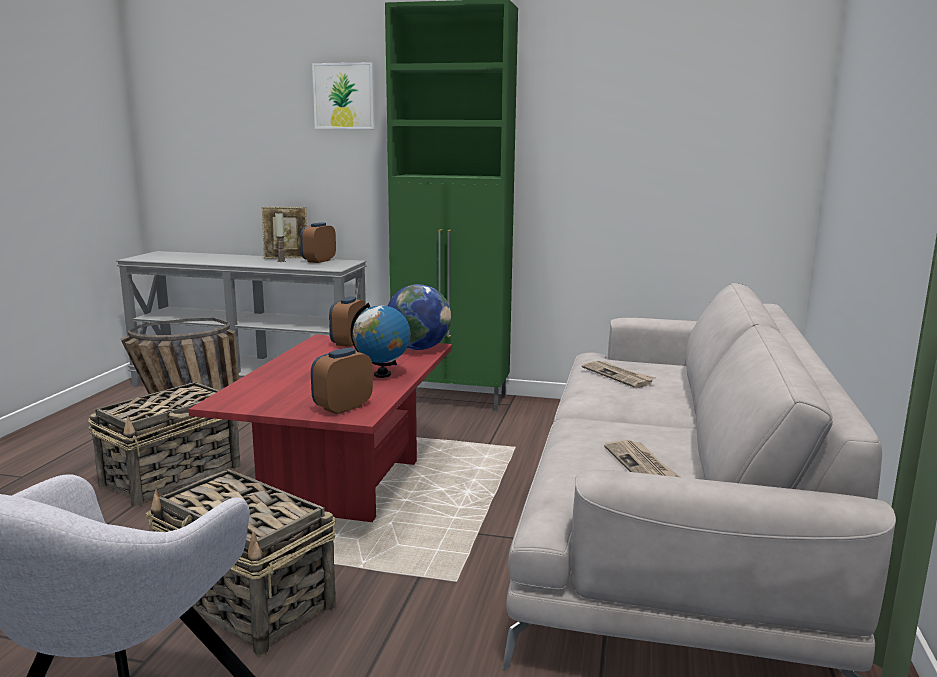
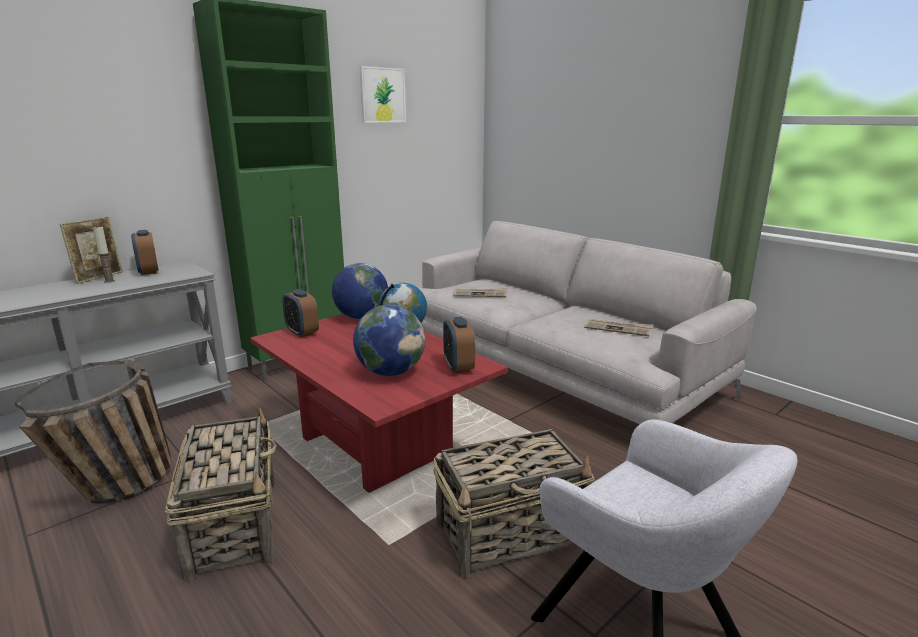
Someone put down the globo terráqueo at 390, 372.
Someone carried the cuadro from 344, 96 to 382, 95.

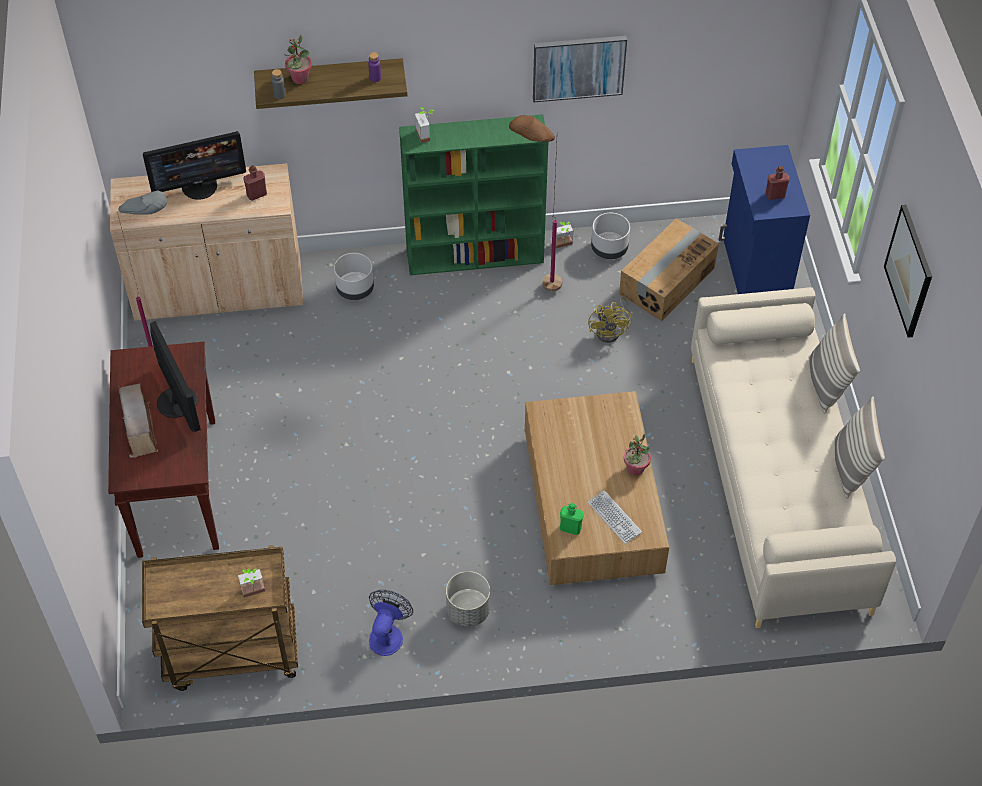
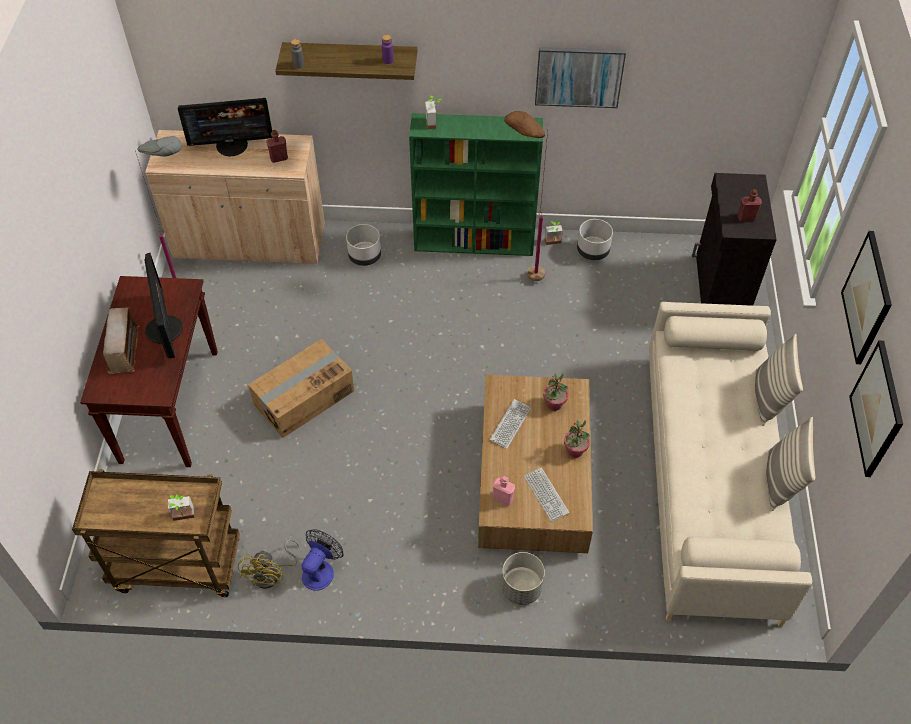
Someone put down the teclado at 510, 424.
Someone put up the cuadro at 877, 409.
Someone carried the planta en maceta from 300, 78 to 554, 404.
Someone carried the maceta (gris) from 468, 611 to 521, 588.
Someone carried the ventilador (amarillo) from 611, 331 to 272, 575.
Someone carried the caja de cartón from 666, 281 to 303, 397.
Someone repainted the botella (verde) at 570, 528, which became the botella (rosa) at 503, 498.
Someone repainted the armario (azul) at 754, 270, which became the armario (negro) at 719, 287.

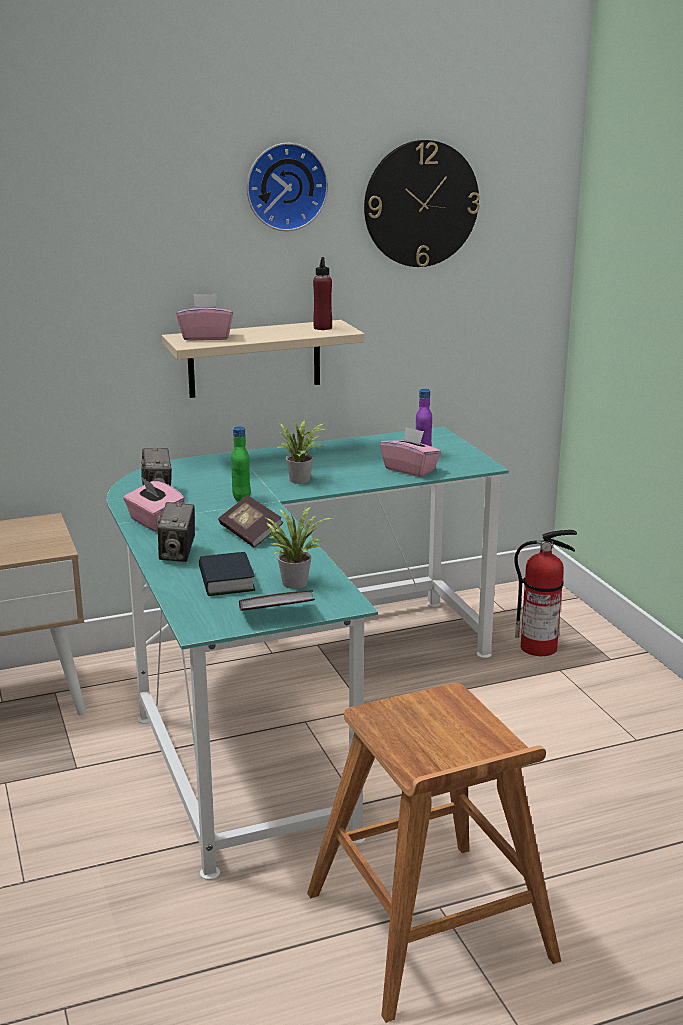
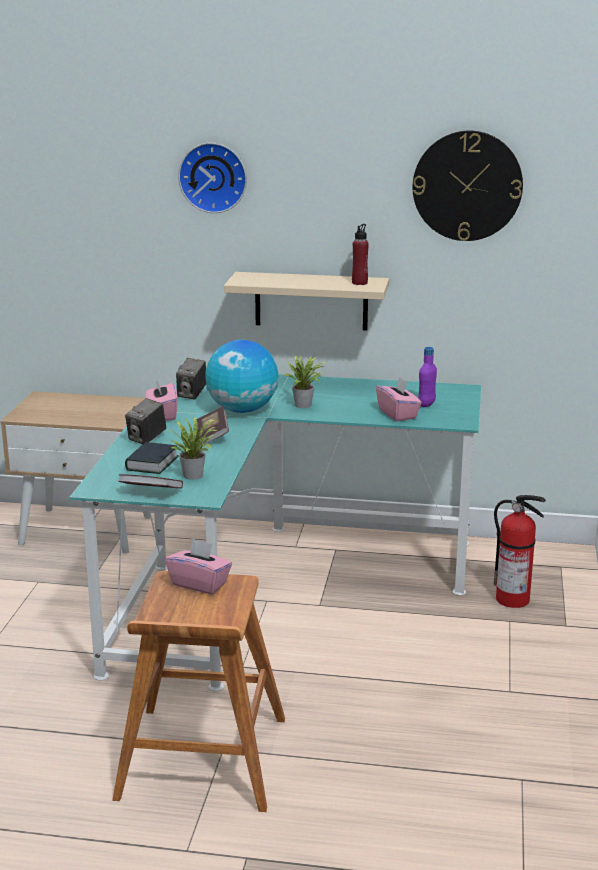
Someone carried the caja de pañuelos (rosa) from 206, 337 to 200, 584.
Someone carried the reloj de pared from 285, 186 to 213, 177.
Someone swapped the botella (verde) at 241, 499 for the globo terráqueo at 242, 410.

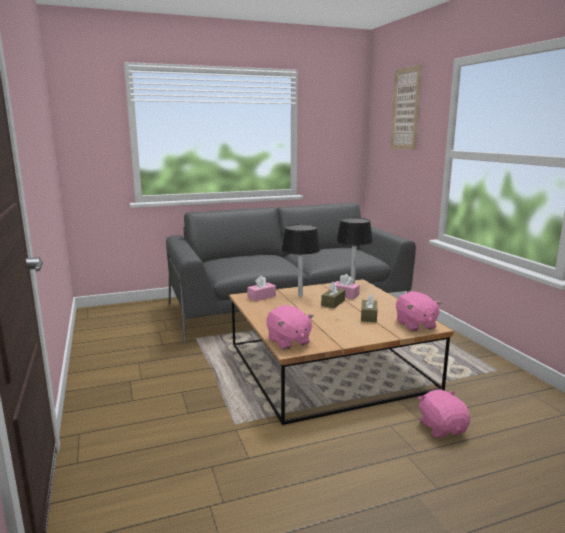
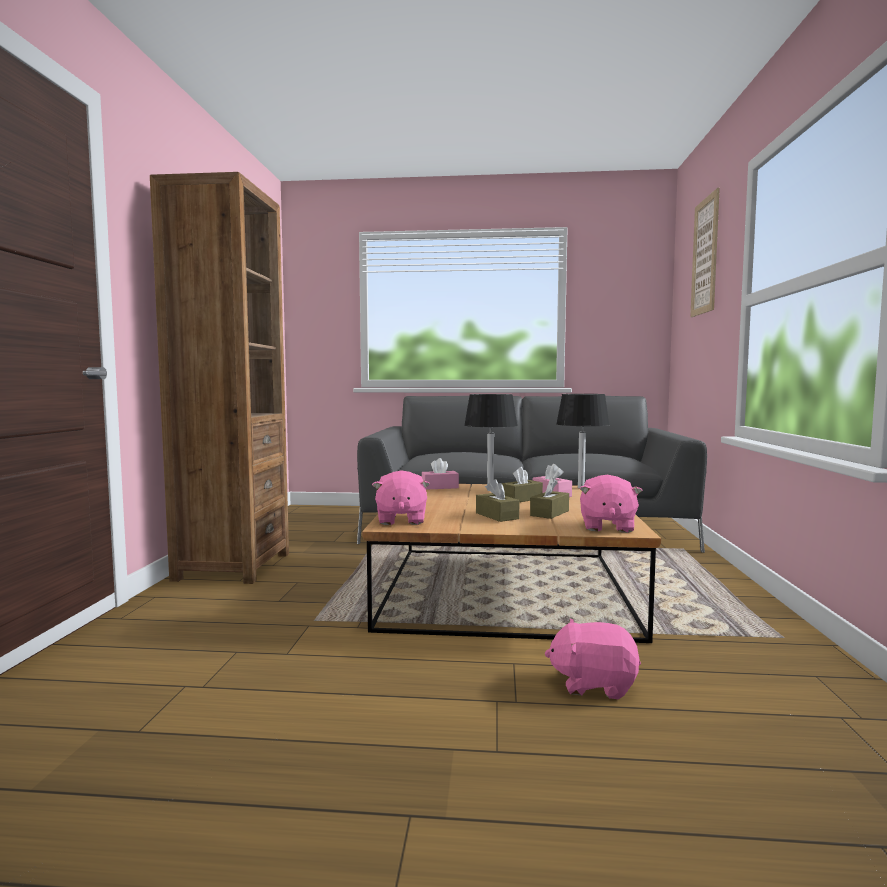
Someone put down the estantería (marrón) at 233, 566.
Someone put down the caja de pañuelos (marrón) at 497, 516.
Someone rotated the peluche (rosa) at 442, 428 by 90 degrees counterclockwise.

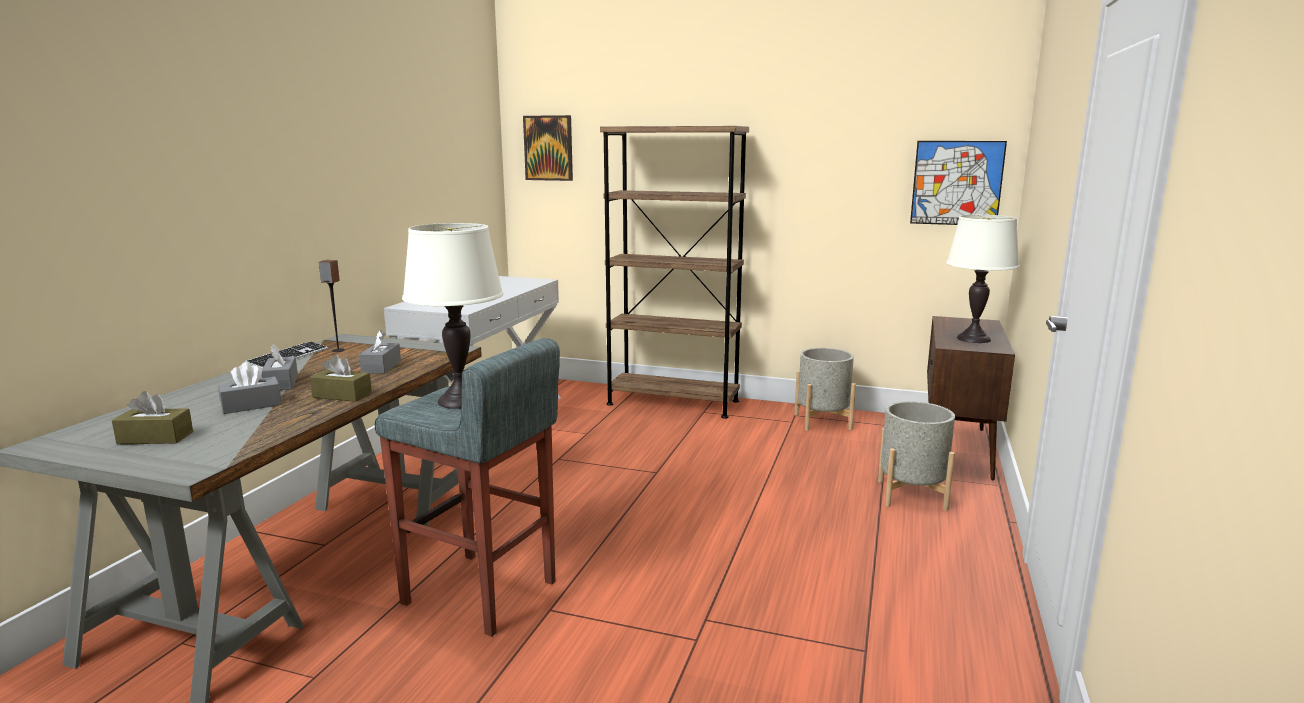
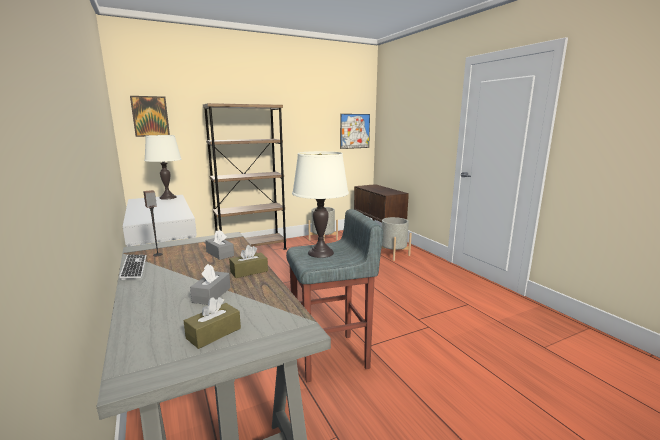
Someone took away the caja de pañuelos (gris) at 281, 383.
Someone carried the lámpara de mesa (blanco) from 973, 339 to 168, 197.

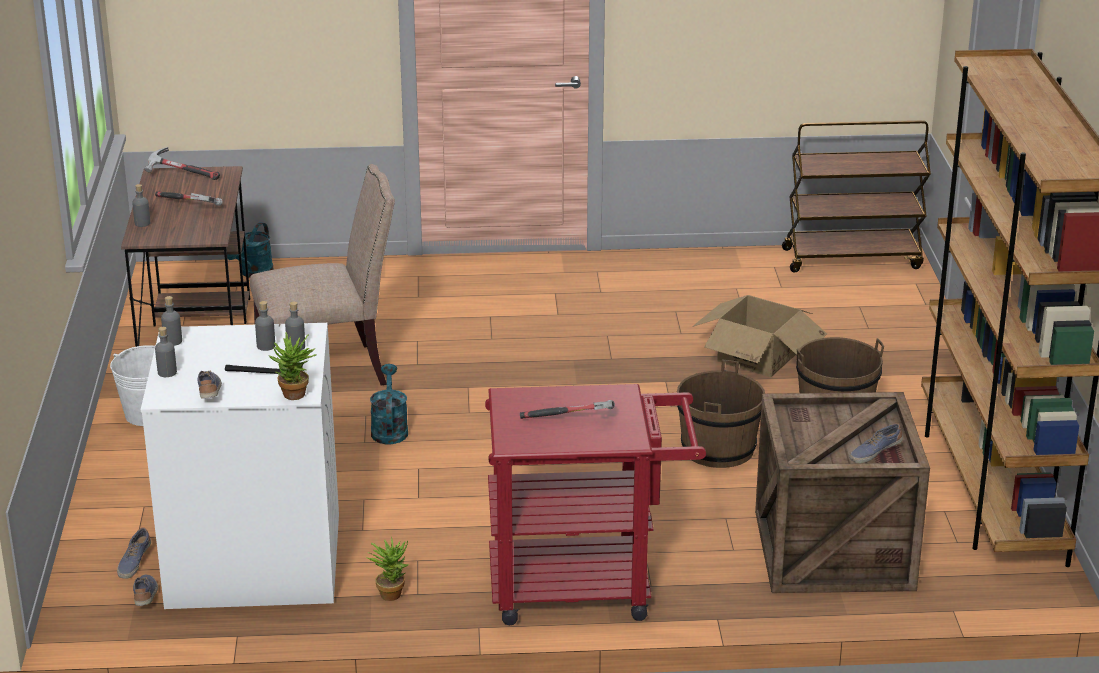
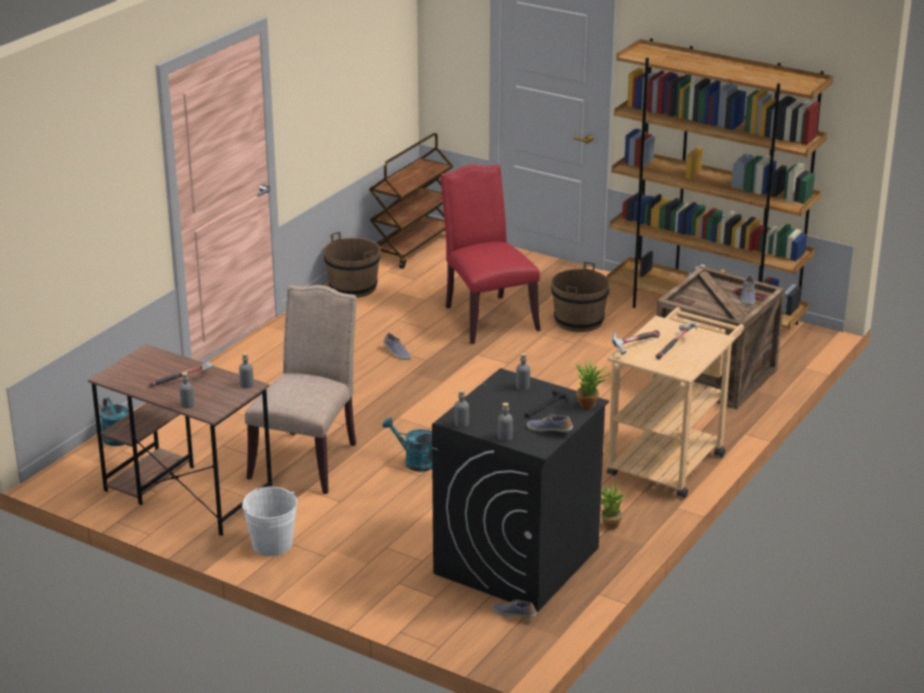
Someone carried the zapato from 134, 562 to 396, 353.
Someone carried the martillo from 182, 175 to 634, 346.
Someone carried the botella (gris) from 266, 346 to 246, 385.
Someone carried the cubo (marrón) from 718, 449 to 353, 288.
Someone swapped the caja de cartón at 758, 357 for the silla (rojo) at 487, 317.
Someone repainted the lavadora (blanco) at 253, 560, which became the lavadora (negro) at 517, 561.
Someone repainted the carrito (rojo) at 587, 585, which became the carrito (beis) at 670, 459.

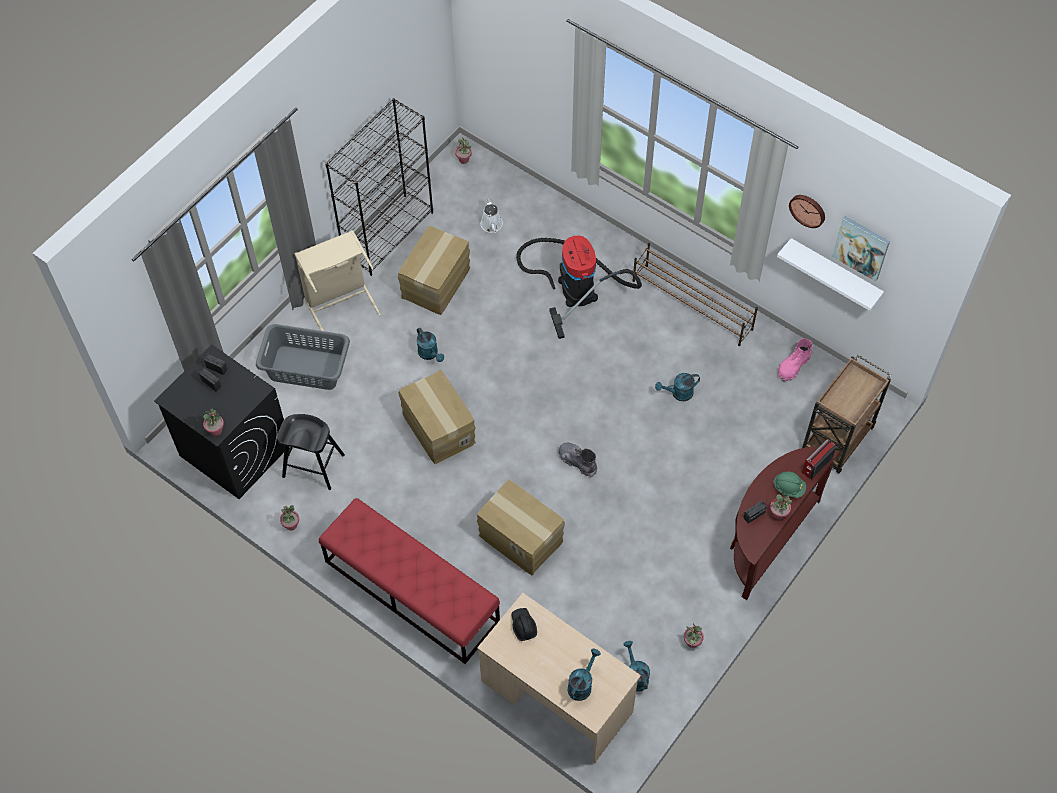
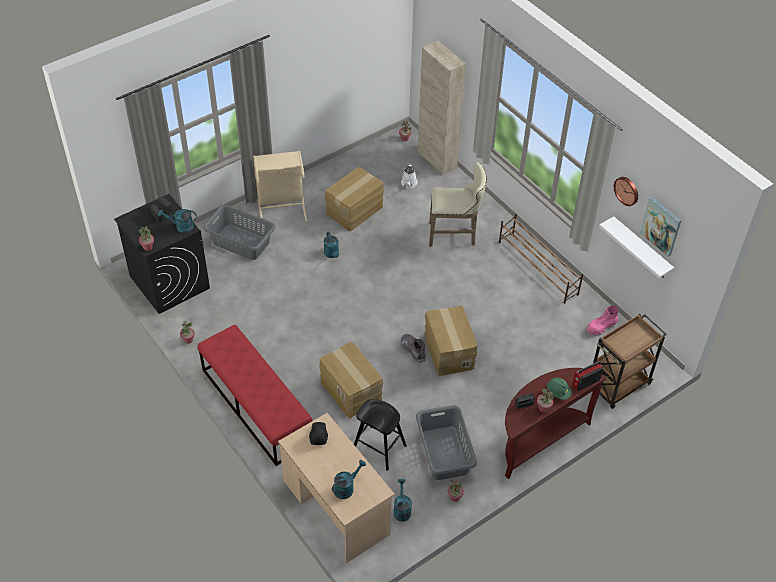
Someone took away the estantería (negro) at 388, 234.
Someone put down the cesto de la ropa (gris) at 444, 453.
Someone put down the armario (beis) at 436, 159.
Someone carried the taburete (negro) from 313, 466 to 379, 448.
Someone carried the caja de cartón from 438, 428 to 448, 351.
Someone carried the regadera (turquesa) from 678, 394 to 181, 227.
Someone swapped the aspiradora at 575, 286 for the taburete (beis) at 455, 235.

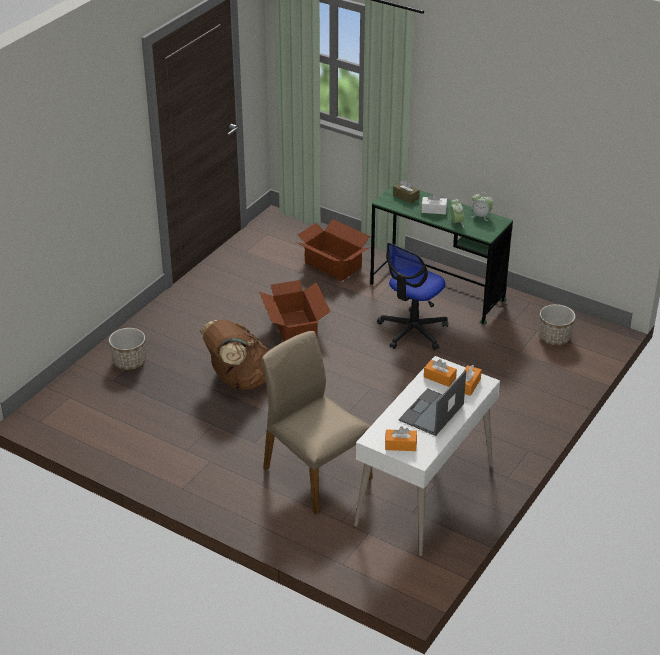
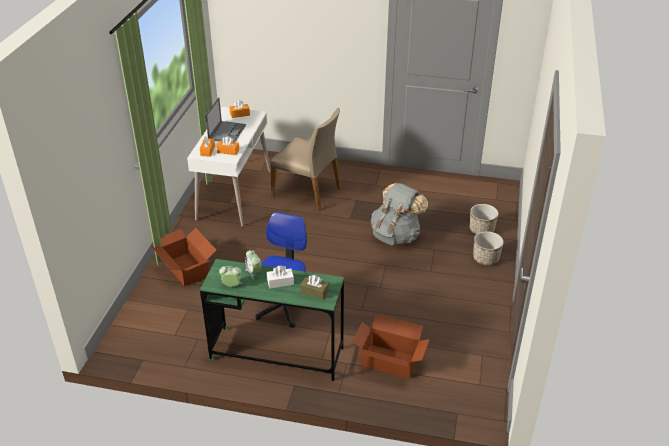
Someone carried the caja de cartón from 294, 328 to 186, 268.
Someone carried the maceta from 554, 338 to 485, 259.
Someone repainted the mochila (marrón) at 238, 379, which became the mochila (gris) at 396, 236.

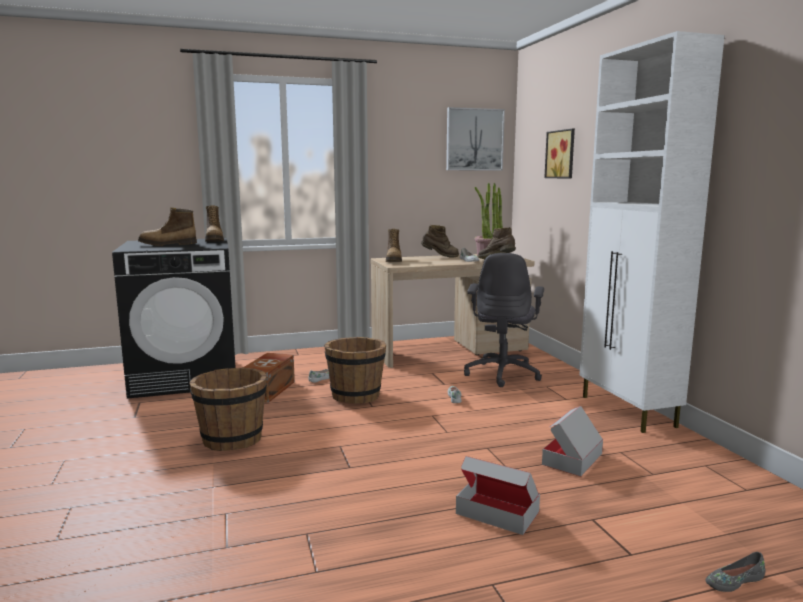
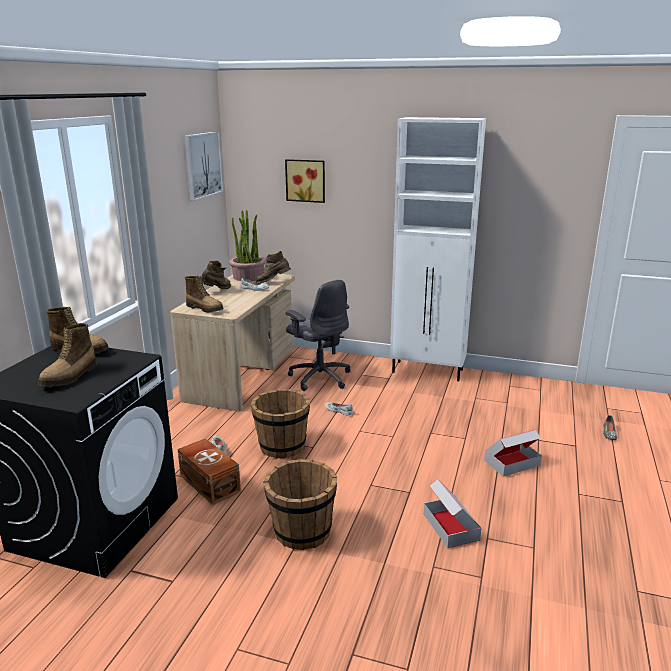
Someone carried the caja de cartón from 572, 459 to 451, 527.

